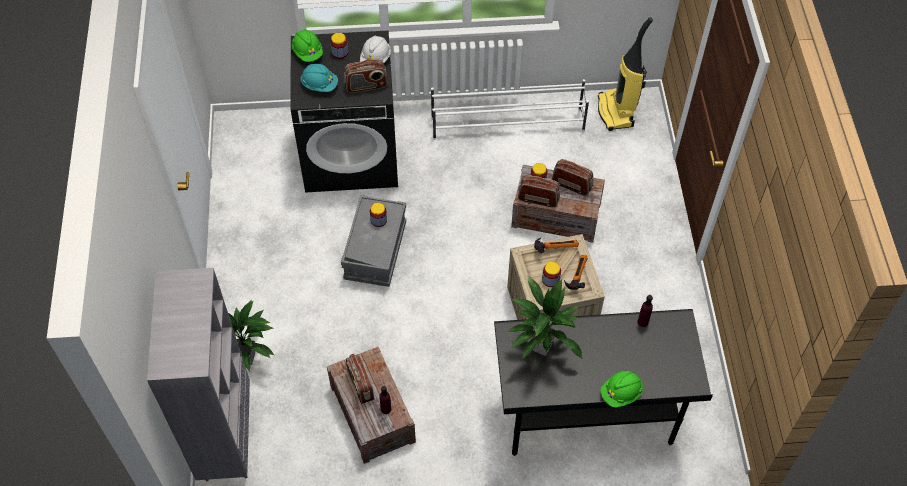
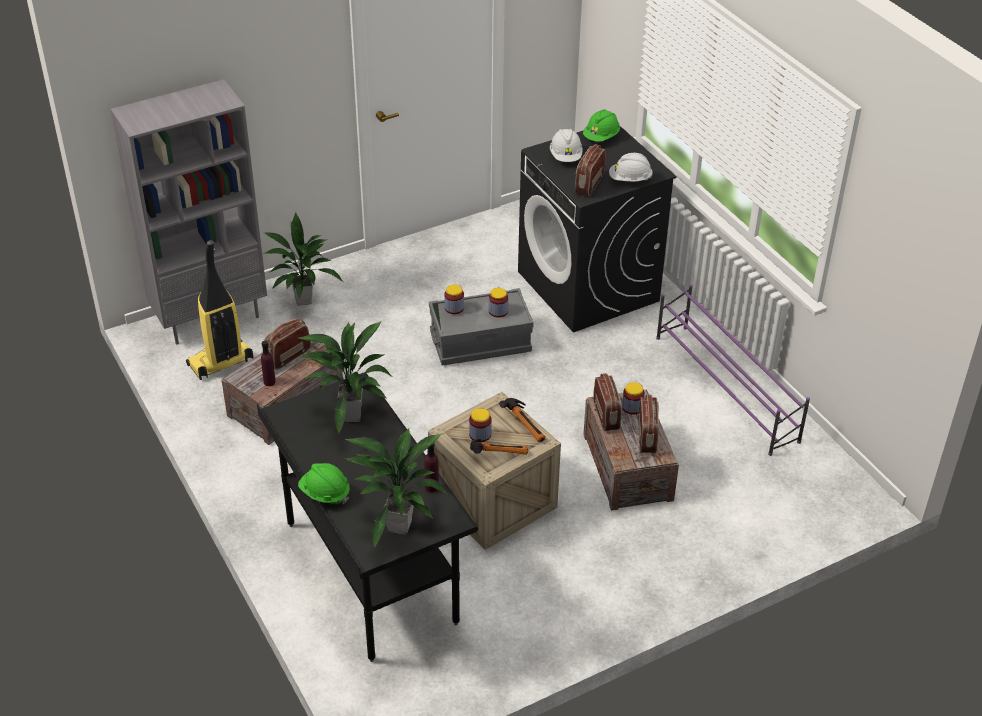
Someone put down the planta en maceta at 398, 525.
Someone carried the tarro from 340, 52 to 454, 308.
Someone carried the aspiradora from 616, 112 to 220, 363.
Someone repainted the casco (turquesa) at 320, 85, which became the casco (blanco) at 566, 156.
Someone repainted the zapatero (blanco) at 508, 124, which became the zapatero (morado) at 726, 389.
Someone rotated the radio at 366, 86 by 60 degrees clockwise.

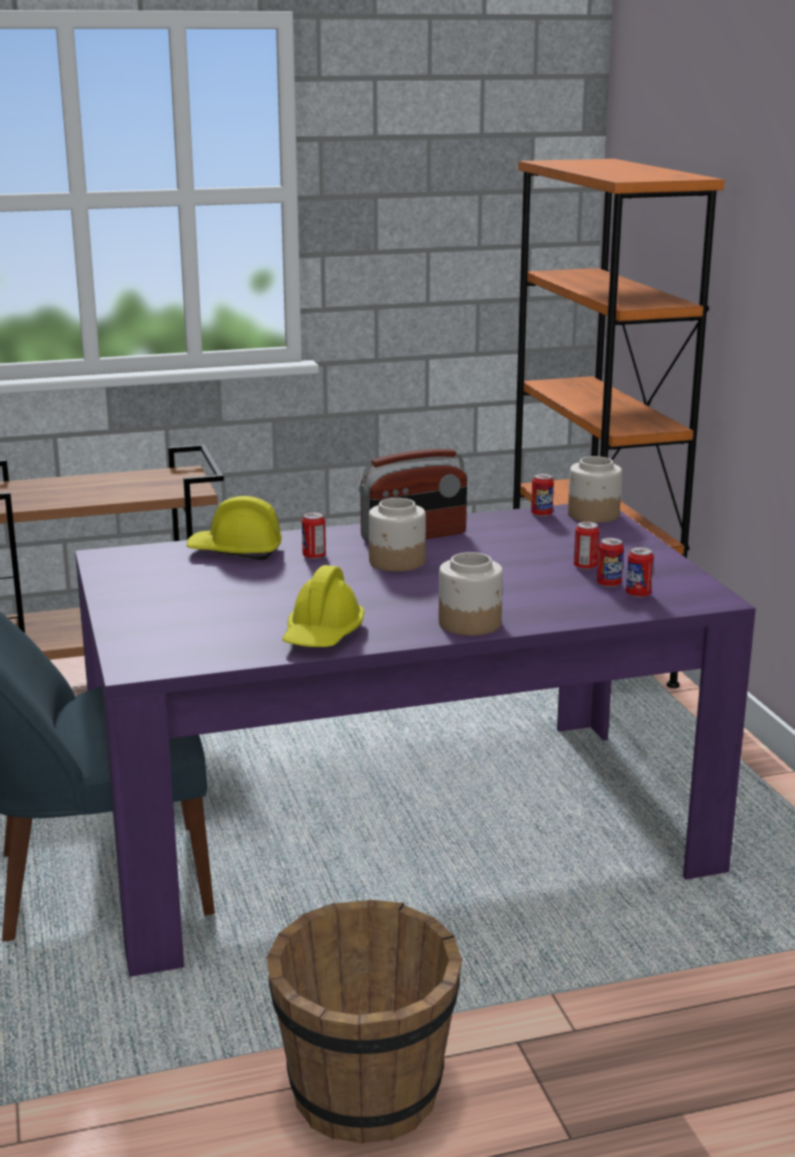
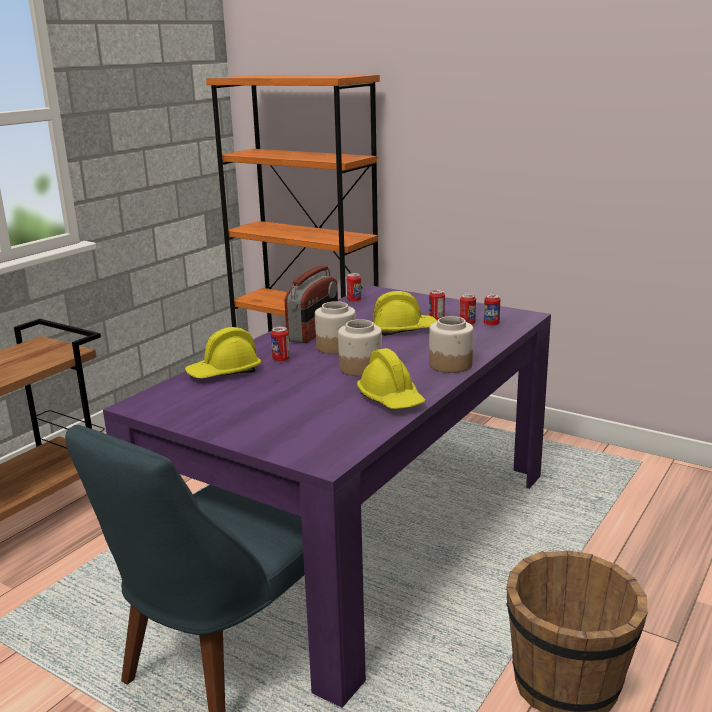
Someone put down the casco (amarillo) at 404, 329.
Someone carried the tarro from 592, 514 to 360, 368.

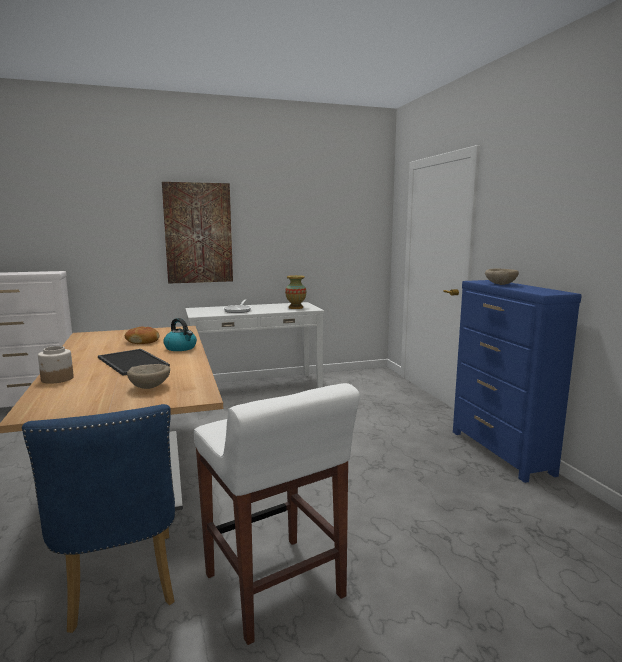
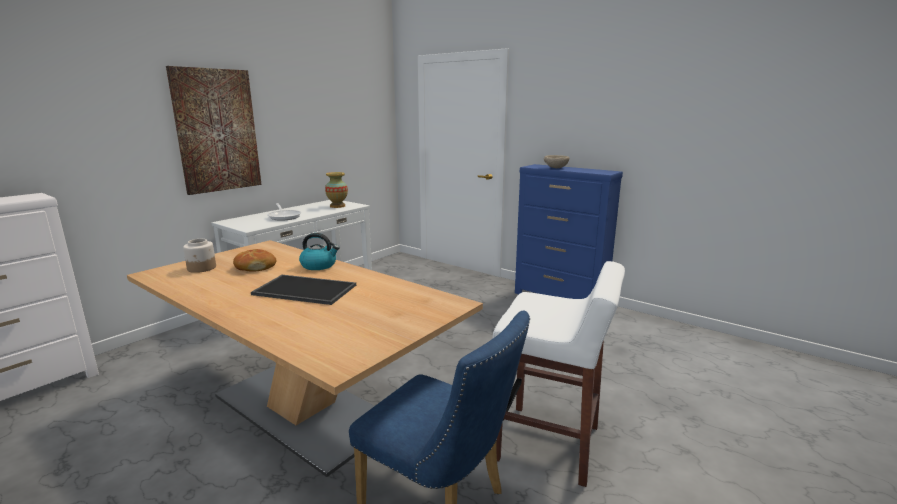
Someone took away the cuenco (beis) at 150, 387.
Someone carried the tarro from 57, 379 to 202, 268.

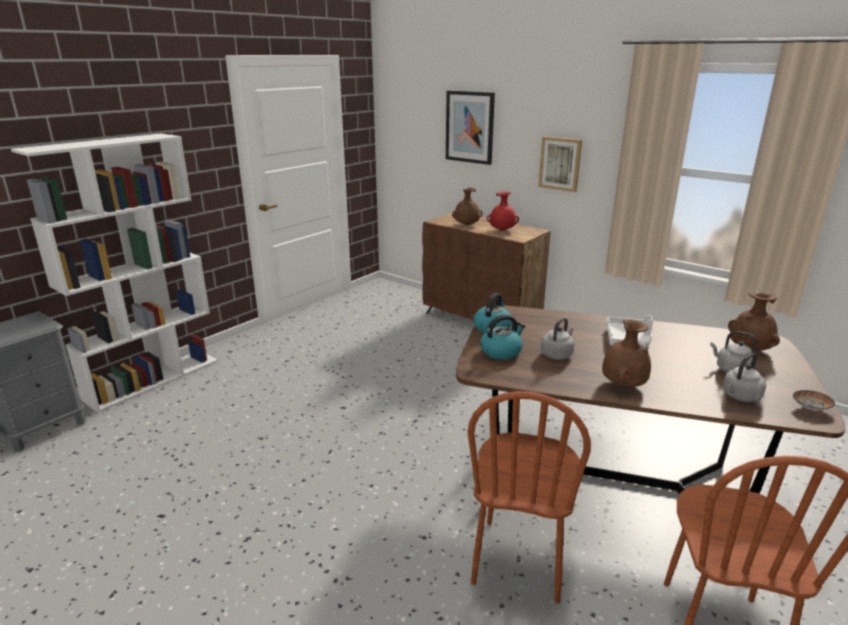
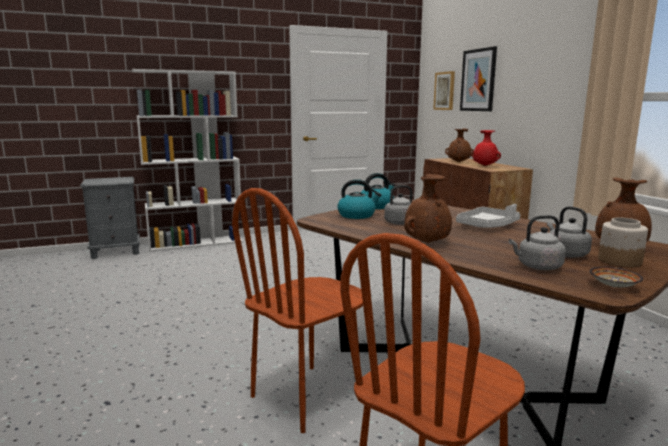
Someone put down the tarro at 619, 261.
Someone carried the cuadro from 560, 163 to 444, 91.

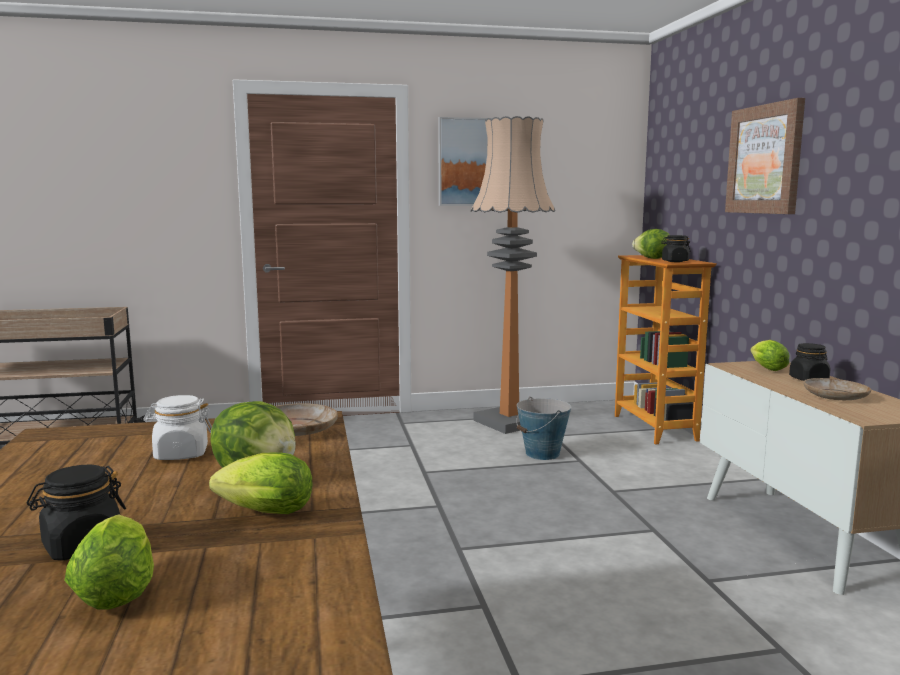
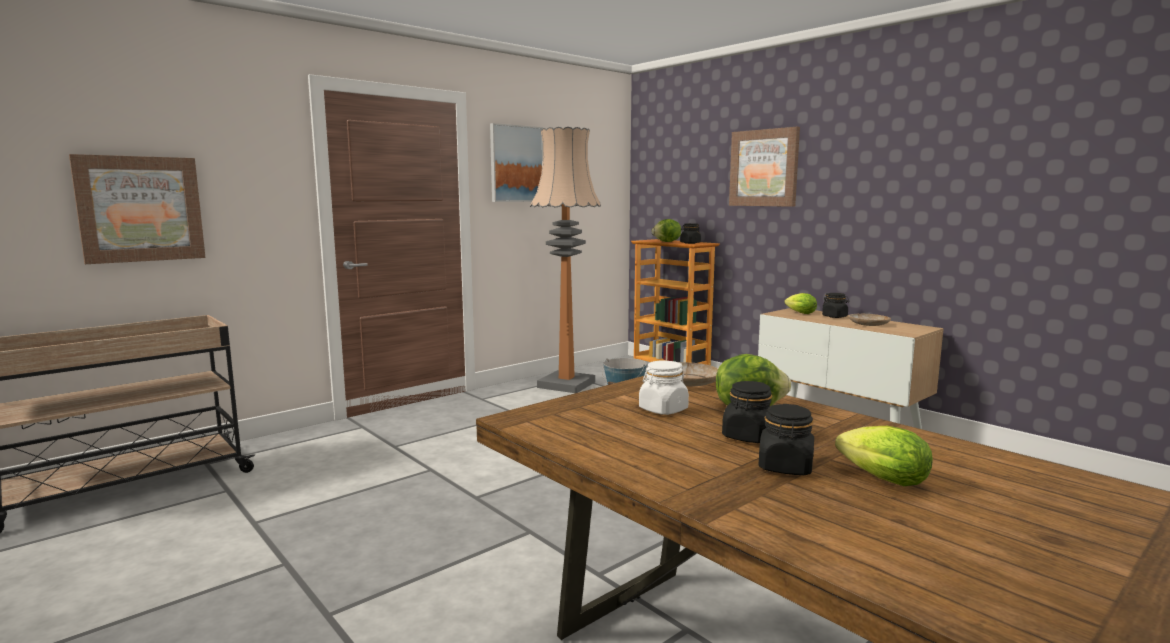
Someone took away the lechuga at 261, 513.
Someone put up the cuadro at 140, 209.
Someone put down the tarro (negro) at 748, 437.

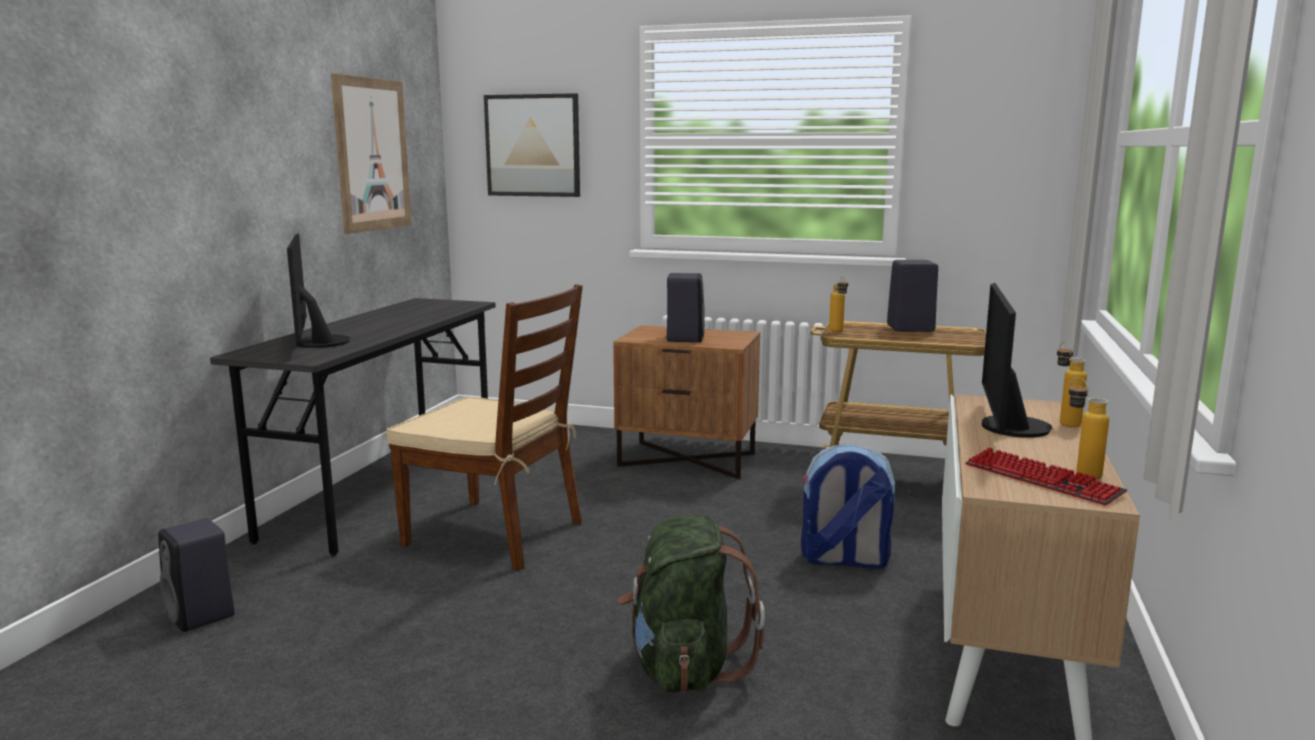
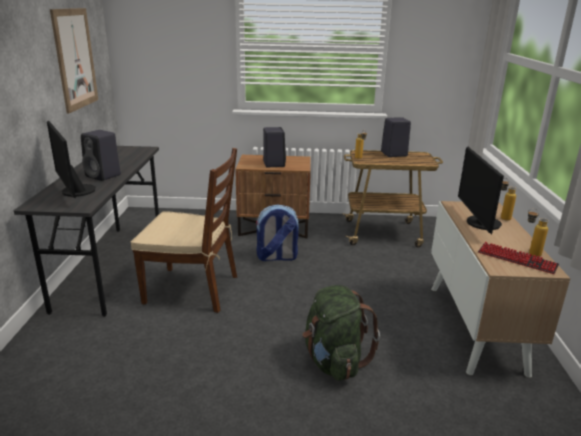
Someone took away the cuadro at 533, 145.
Someone carried the altavoz (negro) from 202, 615 to 104, 176.
Someone carried the mochila from 843, 560 to 276, 257.

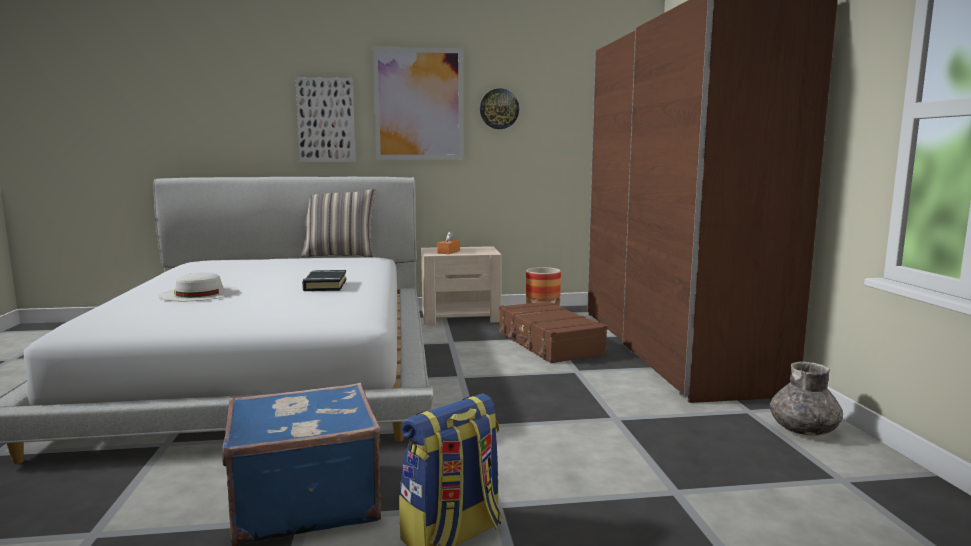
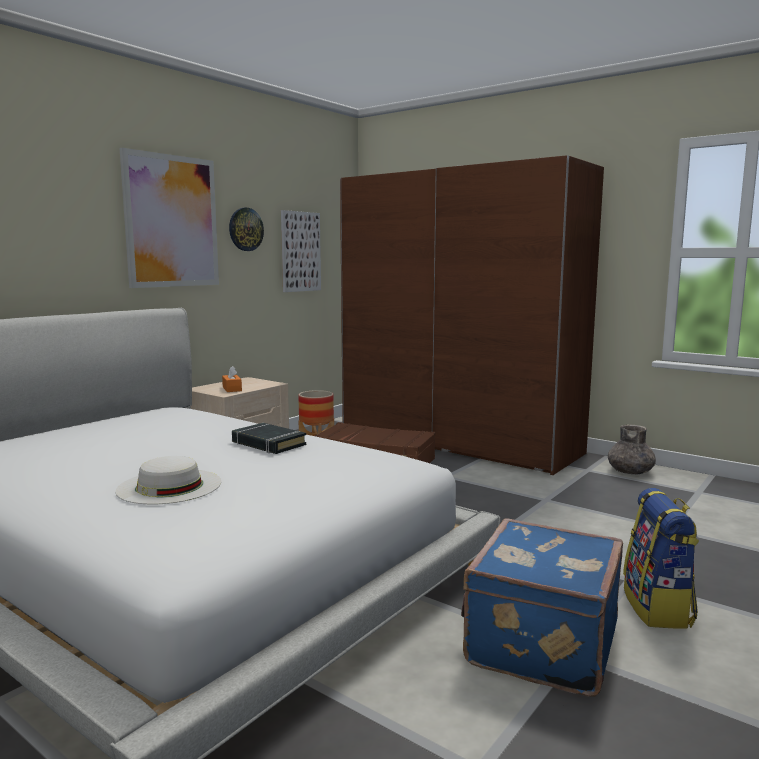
Someone took away the cojín at 340, 255.
Someone carried the cuadro from 326, 120 to 300, 251.

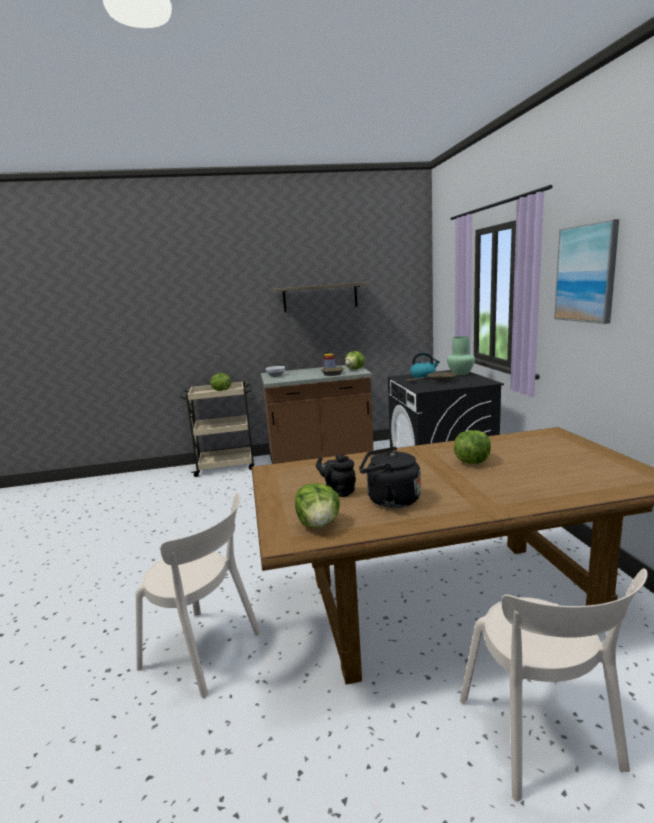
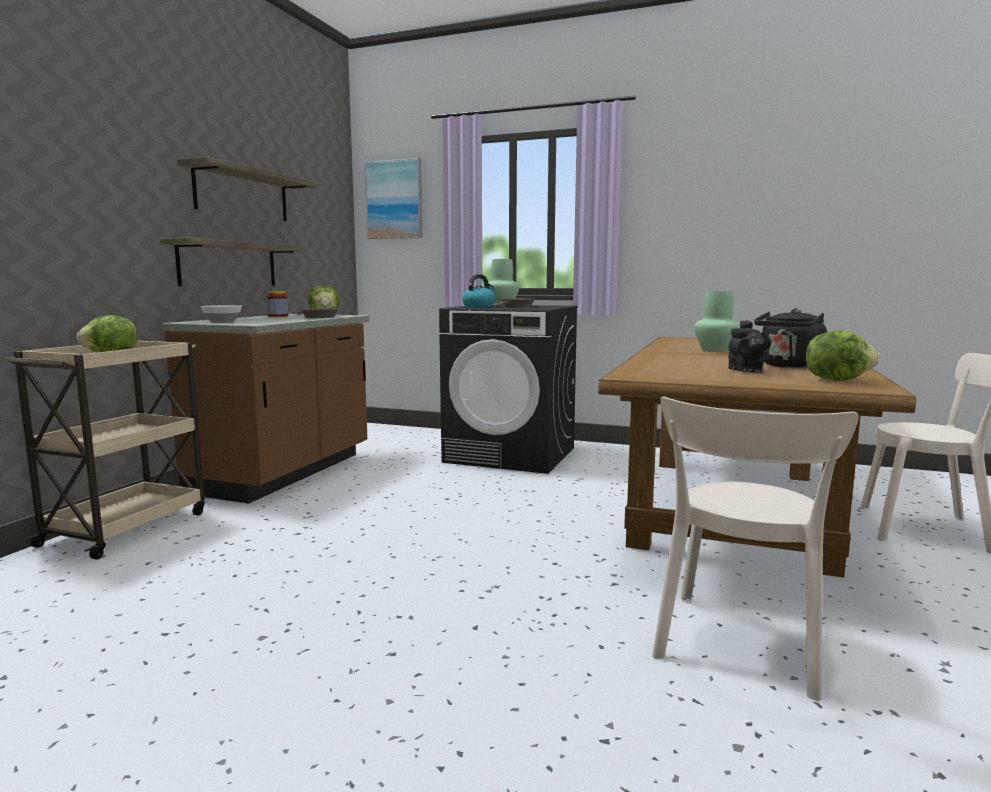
Someone put up the estante at 228, 264.
Someone carried the cuadro from 586, 273 to 394, 200.
Someone swapped the lechuga at 472, 461 for the florero (verde) at 715, 350.
Someone rotated the silla (beis) at 205, 652 by 150 degrees clockwise.
Someone rotated the tetera (negro) at 338, 491 by 75 degrees counterclockwise.

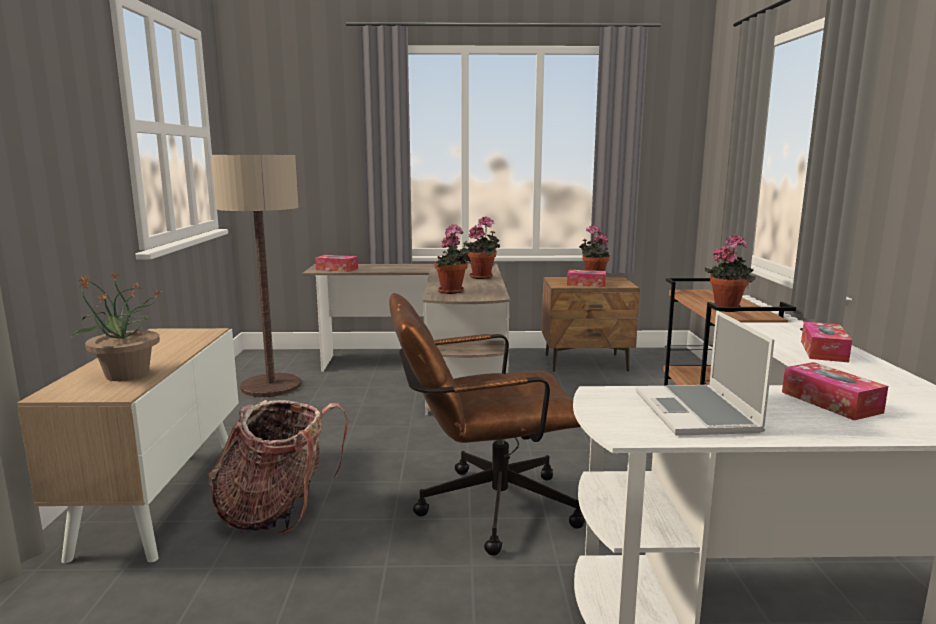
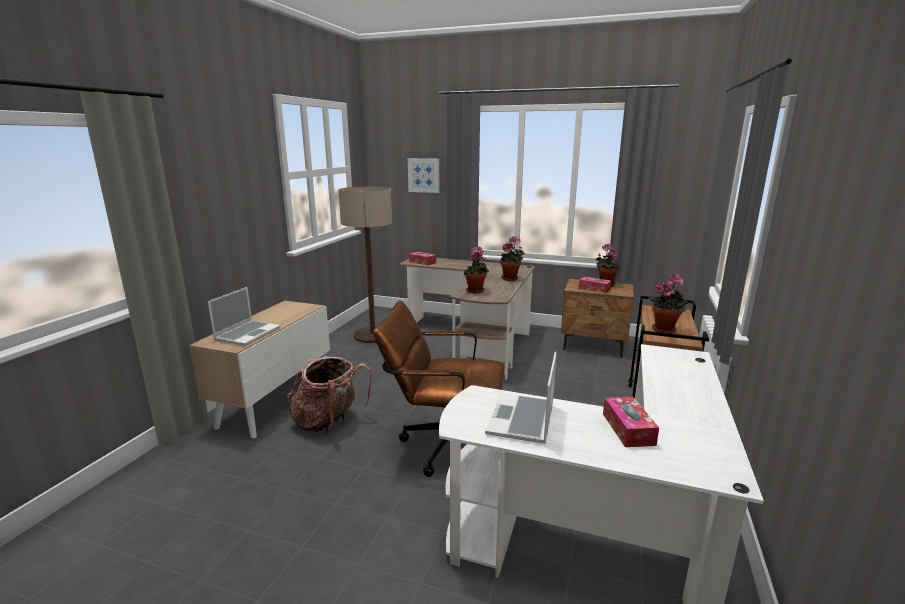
Someone took away the caja de pañuelos at 823, 351.
Someone put up the cuadro at 424, 175.
Someone swapped the planta en maceta at 125, 375 for the portátil at 247, 334.

